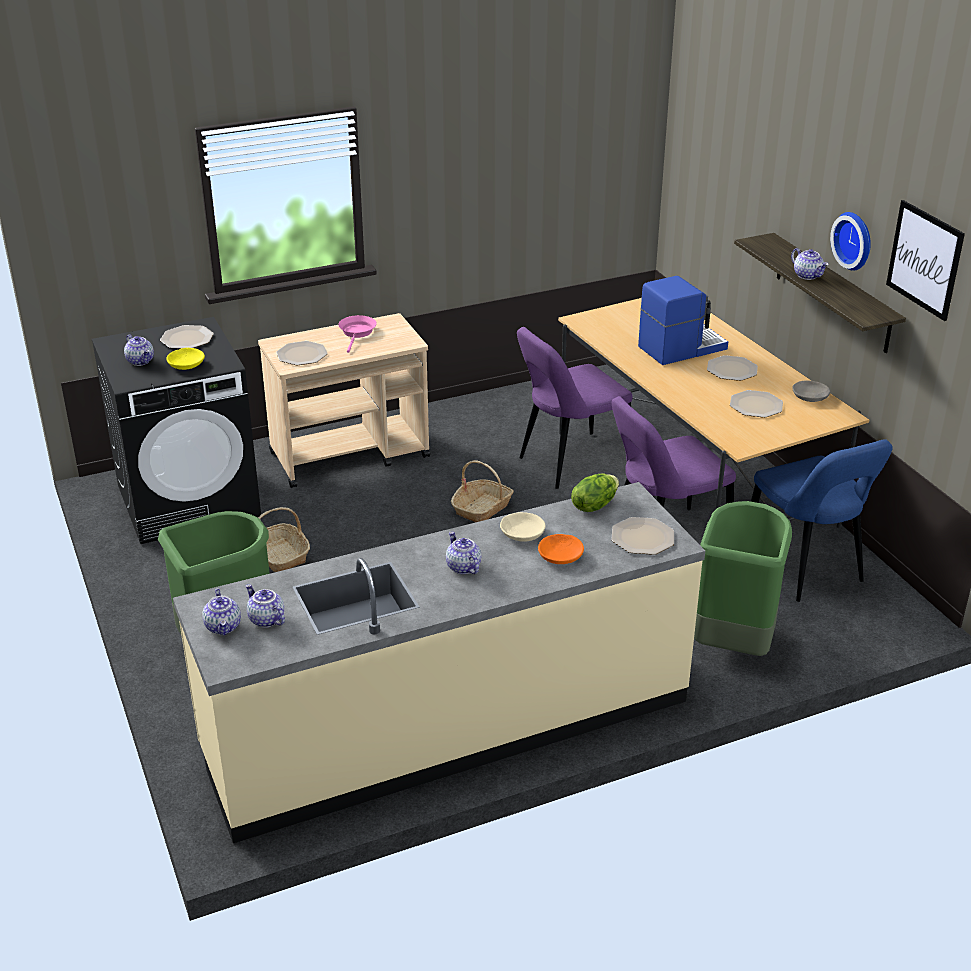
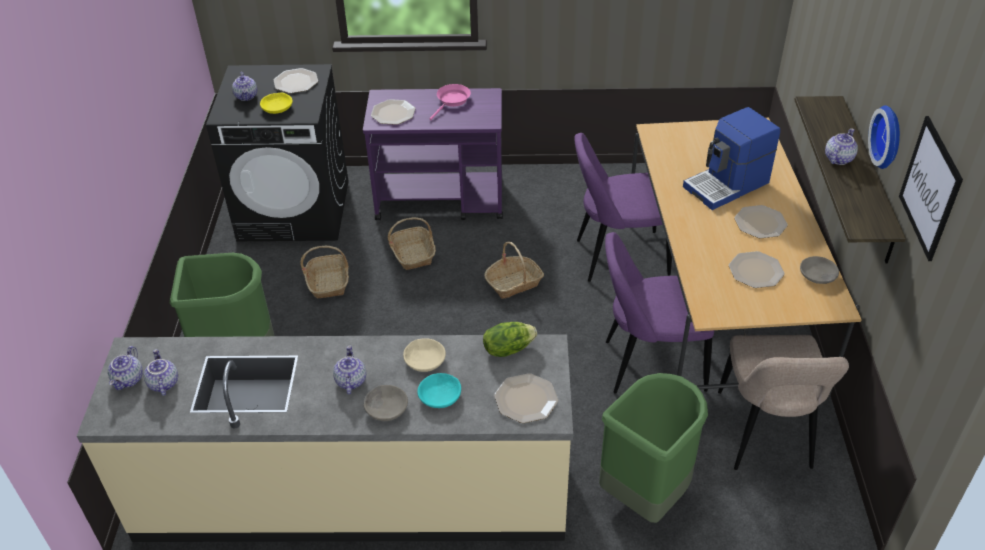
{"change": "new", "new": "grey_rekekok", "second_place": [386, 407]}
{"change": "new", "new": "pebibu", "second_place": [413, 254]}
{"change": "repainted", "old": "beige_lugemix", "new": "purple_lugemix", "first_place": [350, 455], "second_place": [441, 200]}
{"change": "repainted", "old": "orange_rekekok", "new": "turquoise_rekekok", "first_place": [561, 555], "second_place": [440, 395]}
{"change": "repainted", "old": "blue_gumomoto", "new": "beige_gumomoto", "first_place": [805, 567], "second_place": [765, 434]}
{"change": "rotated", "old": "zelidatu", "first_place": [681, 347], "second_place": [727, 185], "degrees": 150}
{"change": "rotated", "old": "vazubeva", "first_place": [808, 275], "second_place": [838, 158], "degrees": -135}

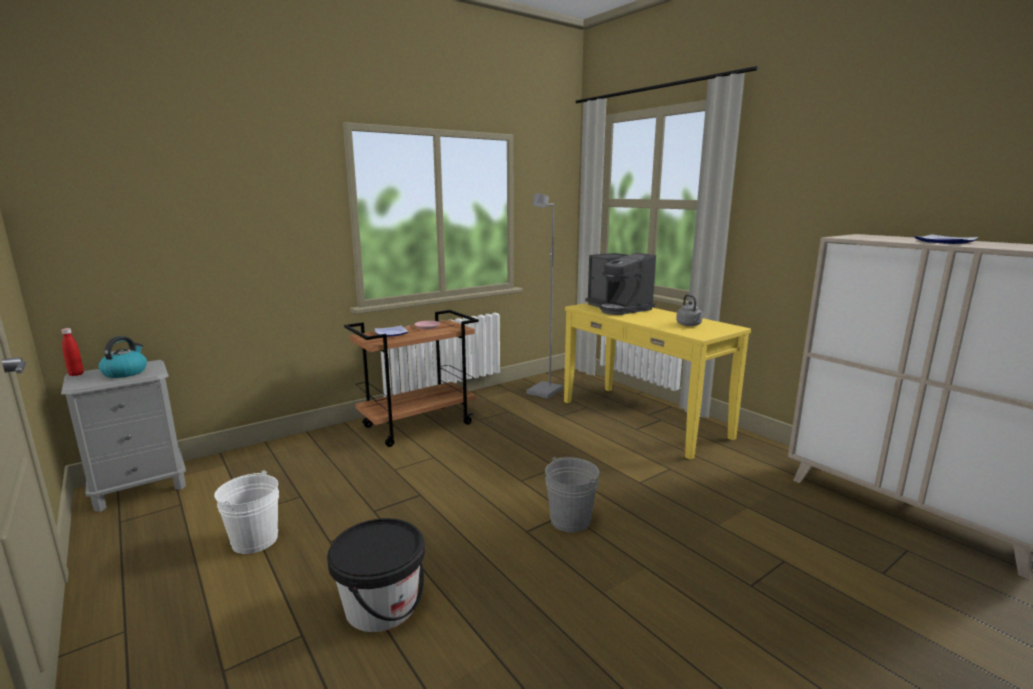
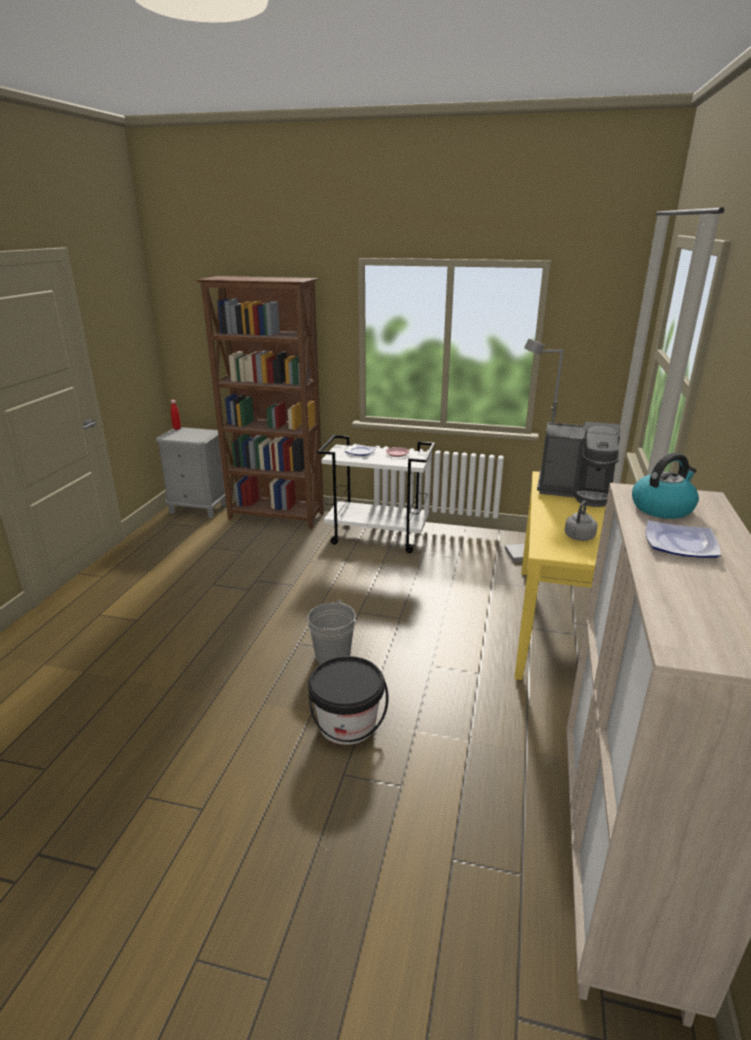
{"change": "gone", "old": "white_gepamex", "first_place": [255, 540]}
{"change": "new", "new": "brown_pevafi", "second_place": [276, 517]}
{"change": "shifted", "old": "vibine", "first_place": [125, 372], "second_place": [662, 508]}
{"change": "shifted", "old": "black_gepamex", "first_place": [381, 605], "second_place": [347, 724]}
{"change": "repainted", "old": "brown_lugemix", "new": "white_lugemix", "first_place": [418, 425], "second_place": [378, 537]}
{"change": "rotated", "old": "zelidatu", "first_place": [618, 308], "second_place": [576, 491], "degrees": -90}

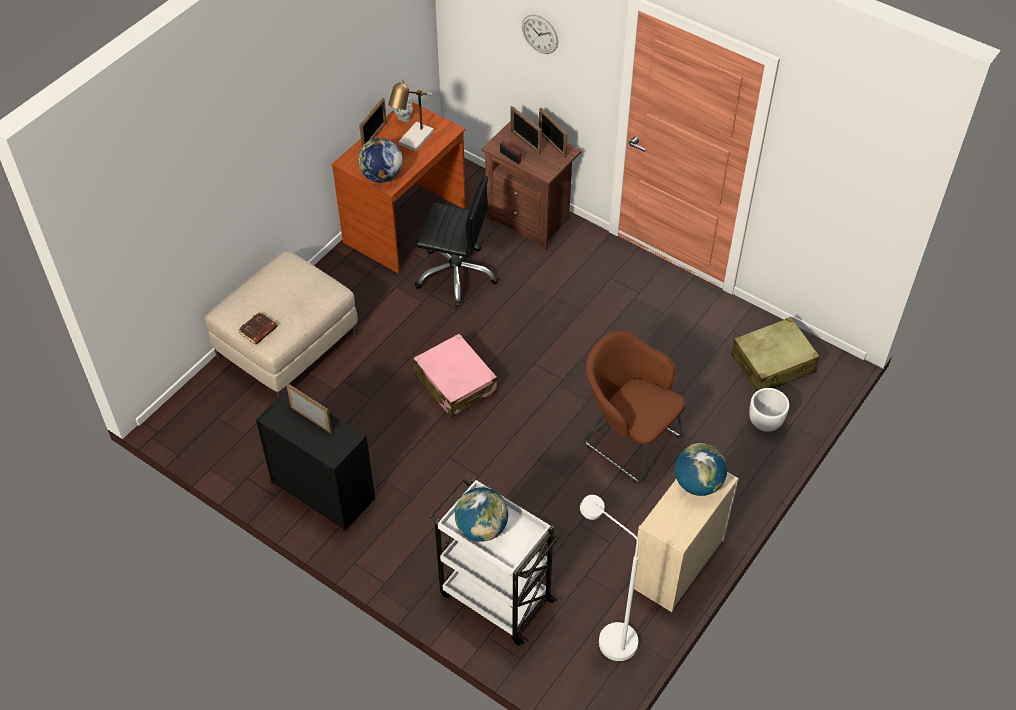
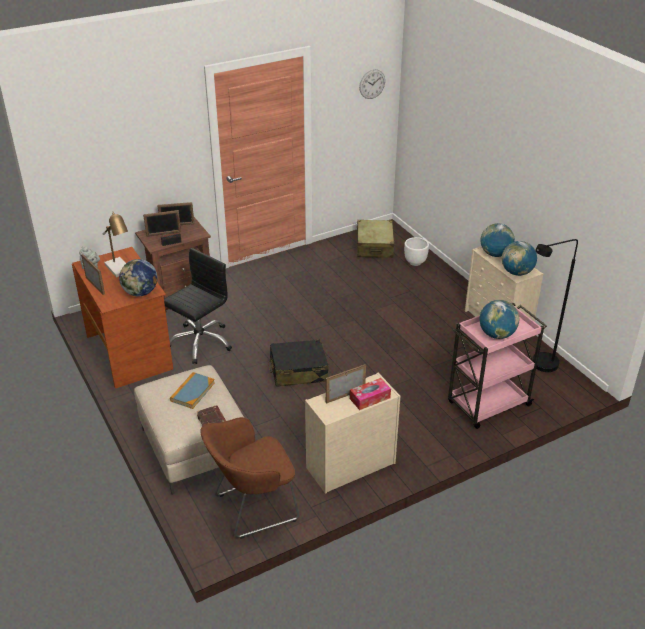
{"change": "new", "new": "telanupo", "second_place": [192, 392]}
{"change": "new", "new": "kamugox", "second_place": [370, 398]}
{"change": "new", "new": "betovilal", "second_place": [516, 272]}
{"change": "shifted", "old": "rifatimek", "first_place": [540, 34], "second_place": [372, 84]}
{"change": "shifted", "old": "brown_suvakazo", "first_place": [628, 439], "second_place": [252, 508]}
{"change": "repainted", "old": "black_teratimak", "new": "beige_teratimak", "first_place": [321, 490], "second_place": [349, 466]}
{"change": "repainted", "old": "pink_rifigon", "new": "black_rifigon", "first_place": [455, 383], "second_place": [298, 371]}
{"change": "repainted", "old": "white_lugemix", "new": "pink_lugemix", "first_place": [494, 596], "second_place": [487, 405]}
{"change": "repainted", "old": "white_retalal", "new": "black_retalal", "first_place": [608, 636], "second_place": [539, 366]}

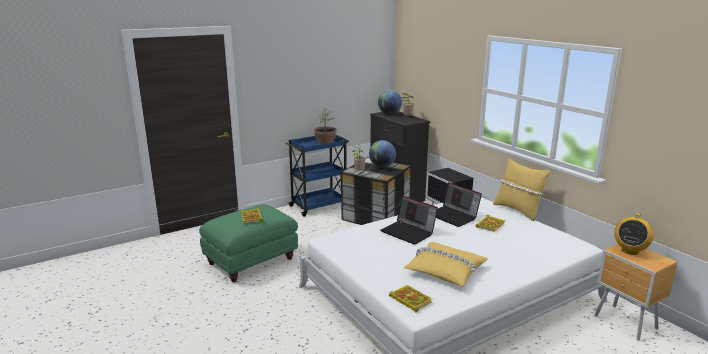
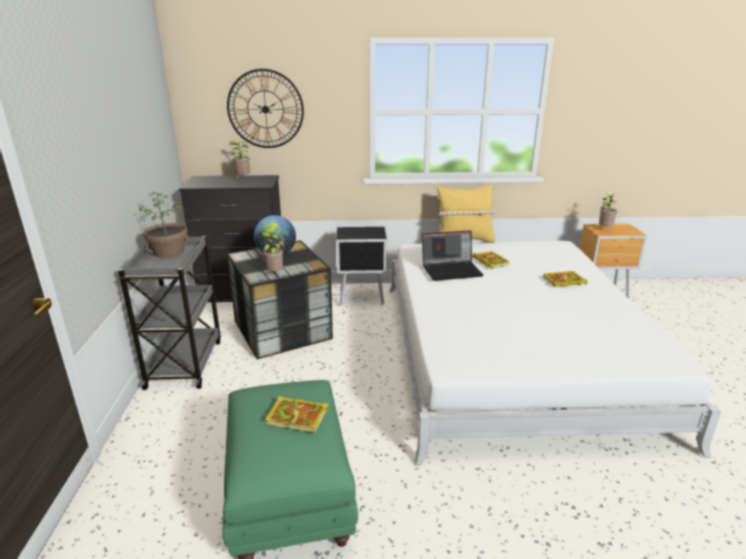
{"change": "gone", "old": "betovilal", "first_place": [389, 114]}
{"change": "gone", "old": "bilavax", "first_place": [409, 232]}
{"change": "gone", "old": "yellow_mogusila", "first_place": [445, 270]}
{"change": "new", "new": "rifatimek", "second_place": [265, 109]}
{"change": "shifted", "old": "telanupo", "first_place": [409, 300], "second_place": [563, 281]}
{"change": "swapped", "old": "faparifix", "new": "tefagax", "first_place": [630, 250], "second_place": [604, 229]}
{"change": "repainted", "old": "blue_lugemix", "new": "grey_lugemix", "first_place": [319, 205], "second_place": [185, 362]}

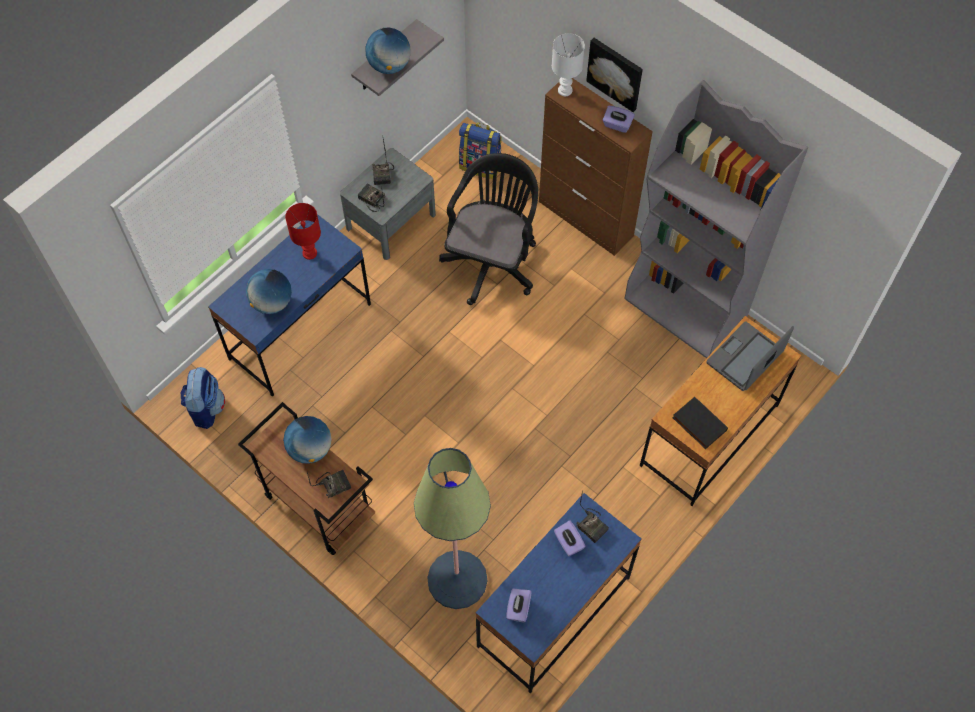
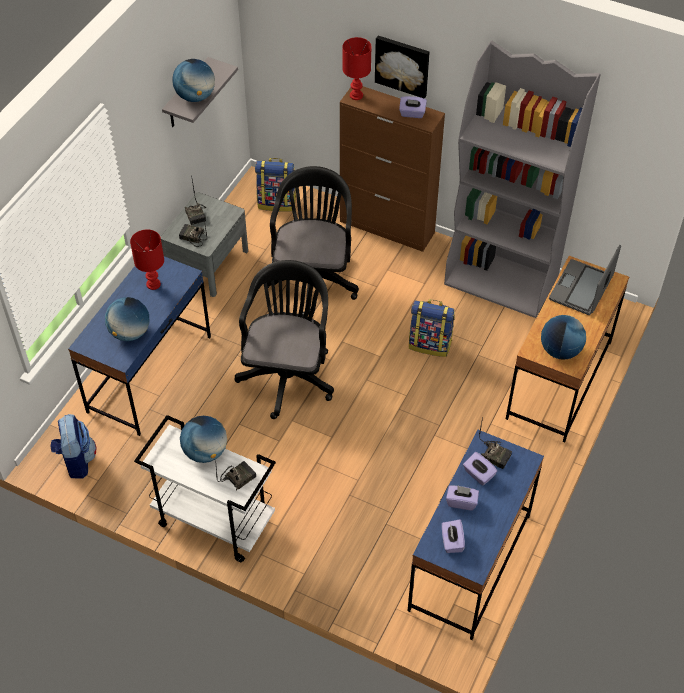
{"change": "gone", "old": "retalal", "first_place": [457, 580]}
{"change": "new", "new": "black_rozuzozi", "second_place": [288, 373]}
{"change": "new", "new": "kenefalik", "second_place": [430, 344]}
{"change": "new", "new": "purple_kamugox", "second_place": [461, 502]}
{"change": "swapped", "old": "black_telanupo", "new": "betovilal", "first_place": [698, 424], "second_place": [560, 350]}
{"change": "repainted", "old": "brown_lugemix", "new": "white_lugemix", "first_place": [317, 505], "second_place": [213, 521]}
{"change": "repainted", "old": "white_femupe", "new": "red_femupe", "first_place": [564, 90], "second_place": [355, 95]}

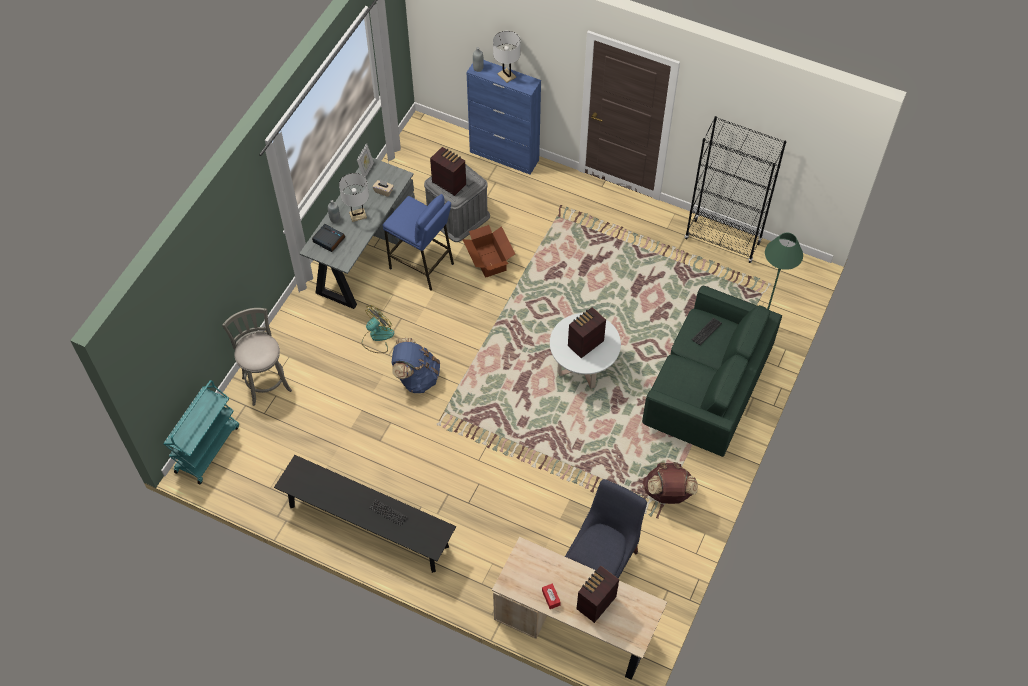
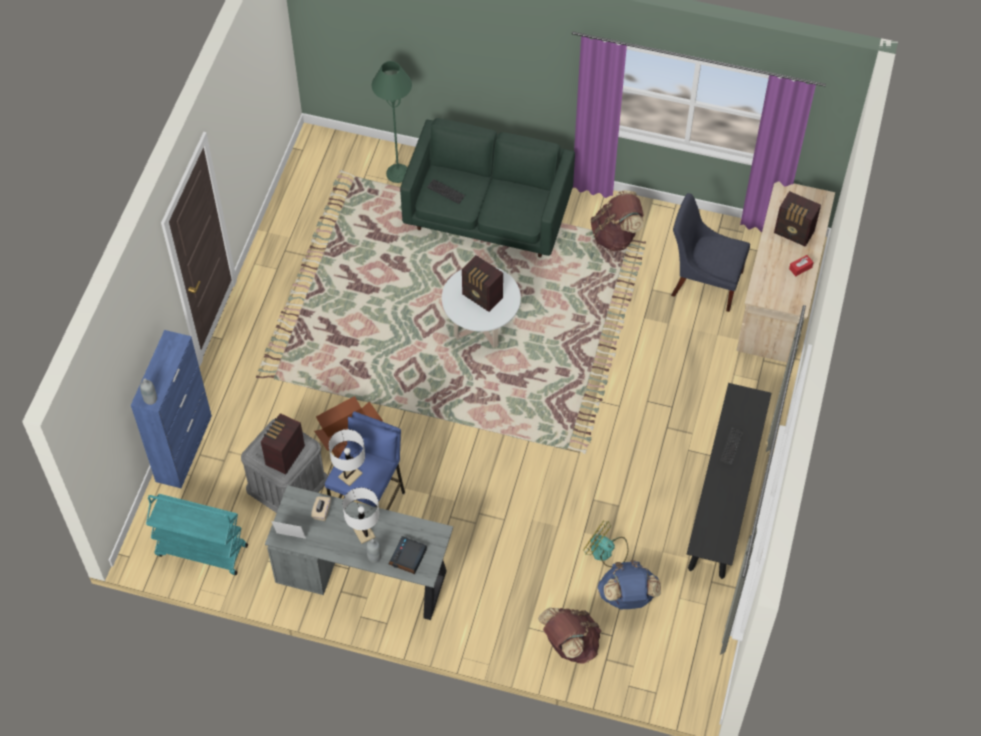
{"change": "gone", "old": "black_pevafi", "first_place": [722, 241]}
{"change": "shifted", "old": "turquoise_lugemix", "first_place": [207, 448], "second_place": [201, 550]}
{"change": "shifted", "old": "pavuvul", "first_place": [377, 337], "second_place": [606, 552]}
{"change": "shifted", "old": "blue_kenefalik", "first_place": [416, 377], "second_place": [627, 597]}
{"change": "shifted", "old": "white_femupe", "first_place": [506, 76], "second_place": [350, 475]}
{"change": "swapped", "old": "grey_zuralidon", "new": "brown_kenefalik", "first_place": [266, 382], "second_place": [569, 644]}

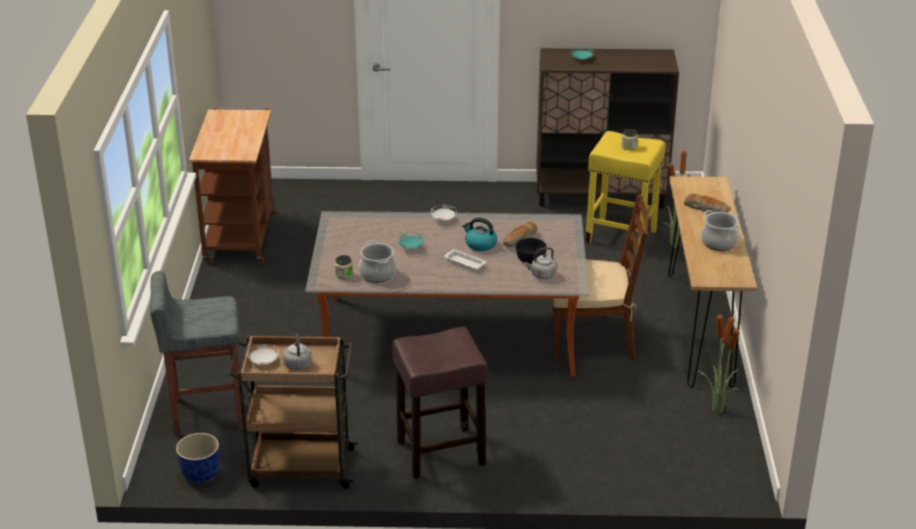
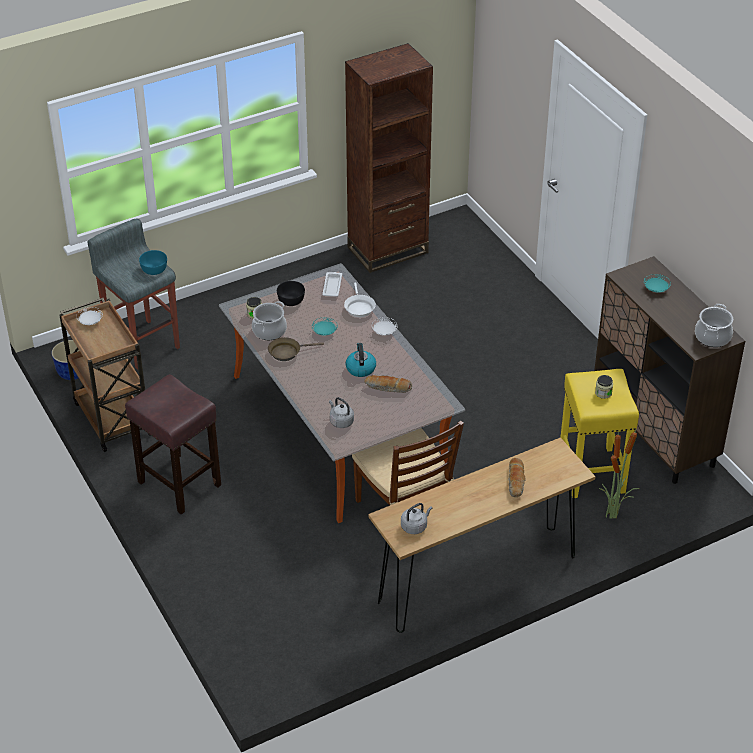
{"change": "gone", "old": "tefagax", "first_place": [716, 409]}
{"change": "new", "new": "turquoise_rekekok", "second_place": [154, 269]}
{"change": "new", "new": "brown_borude", "second_place": [287, 352]}
{"change": "new", "new": "white_borude", "second_place": [359, 307]}
{"change": "shifted", "old": "grey_vibine", "first_place": [297, 364], "second_place": [415, 526]}
{"change": "shifted", "old": "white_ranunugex", "first_place": [464, 262], "second_place": [332, 286]}
{"change": "shifted", "old": "black_rekekok", "first_place": [530, 258], "second_place": [291, 300]}
{"change": "shifted", "old": "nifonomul", "first_place": [718, 242], "second_place": [712, 337]}
{"change": "swapped", "old": "brown_lugemix", "new": "brown_pevafi", "first_place": [241, 234], "second_place": [388, 250]}

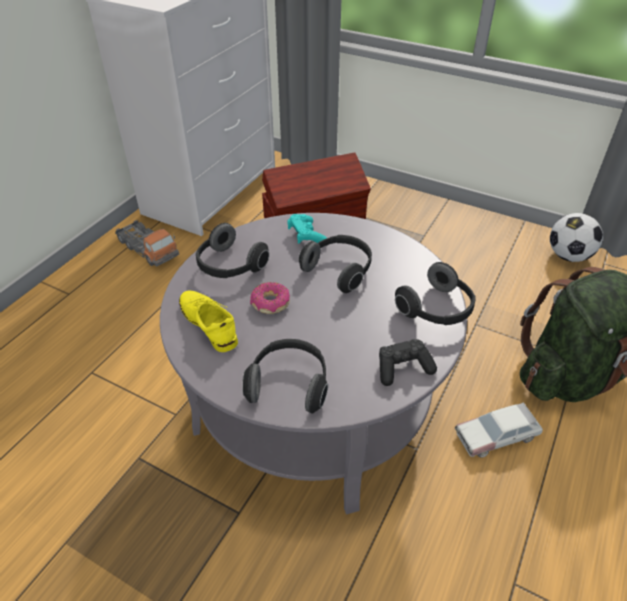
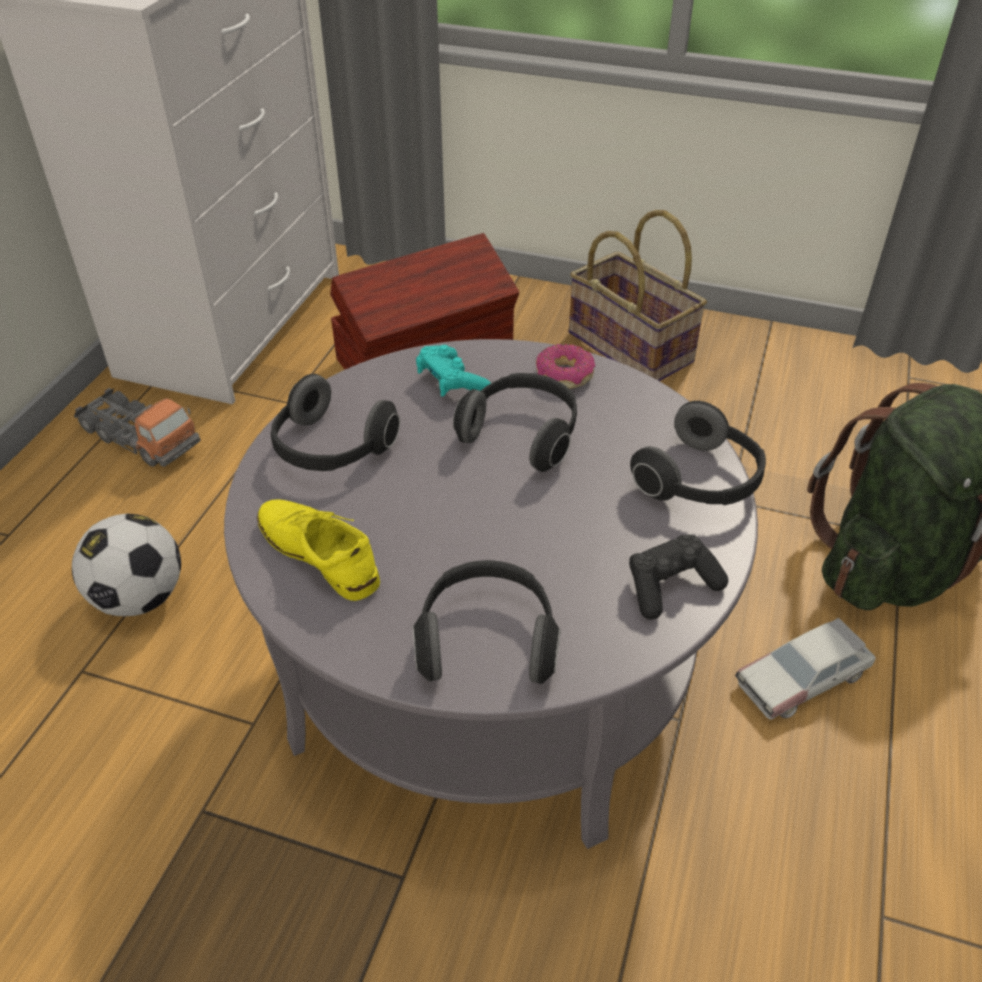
{"change": "new", "new": "pebibu", "second_place": [632, 347]}
{"change": "shifted", "old": "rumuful", "first_place": [270, 303], "second_place": [564, 375]}
{"change": "shifted", "old": "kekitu", "first_place": [568, 256], "second_place": [140, 598]}

